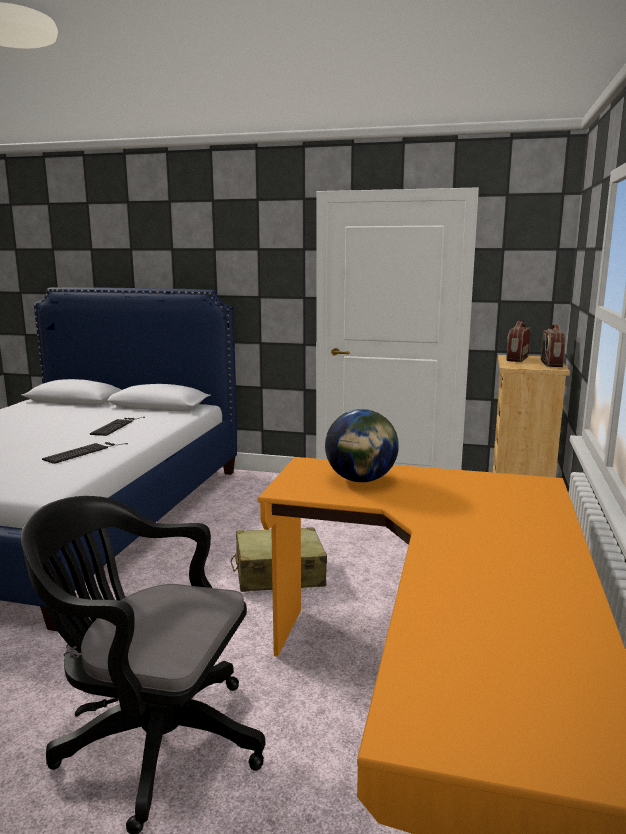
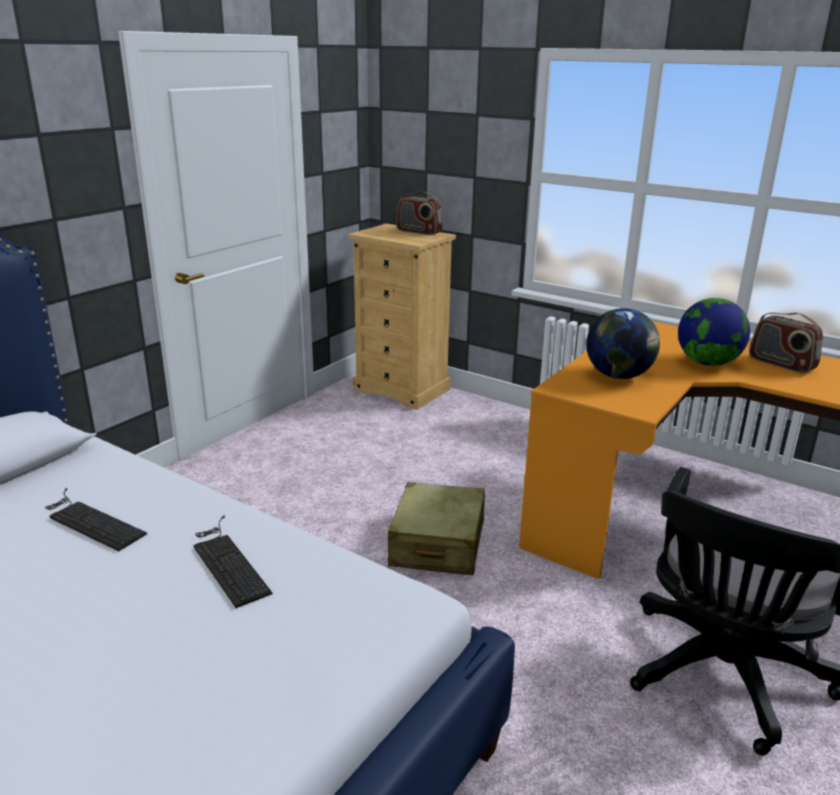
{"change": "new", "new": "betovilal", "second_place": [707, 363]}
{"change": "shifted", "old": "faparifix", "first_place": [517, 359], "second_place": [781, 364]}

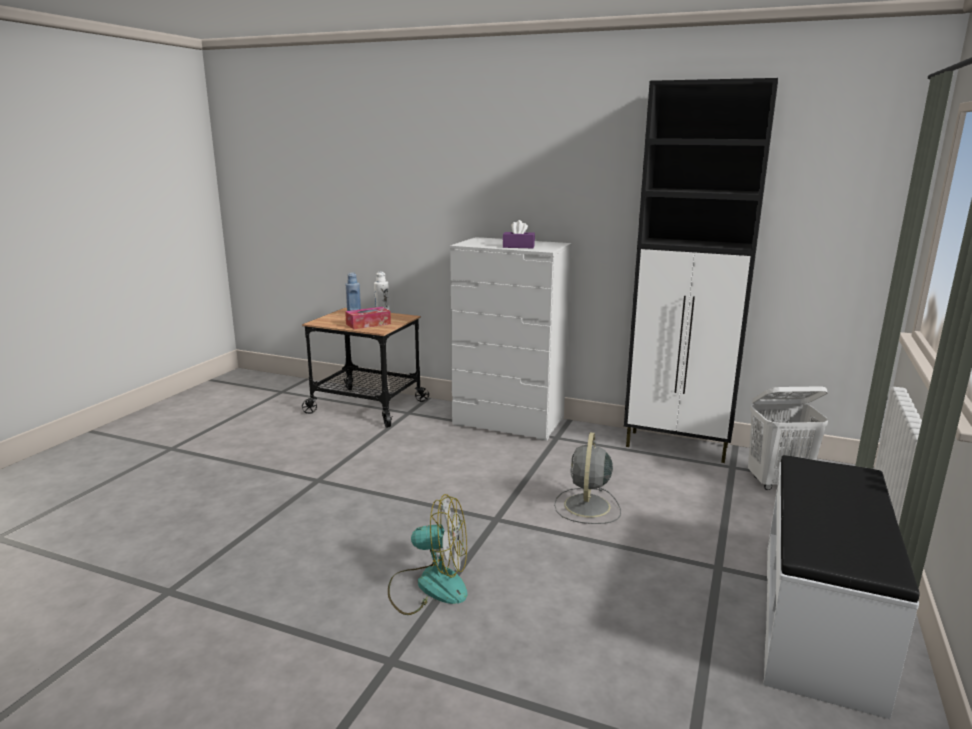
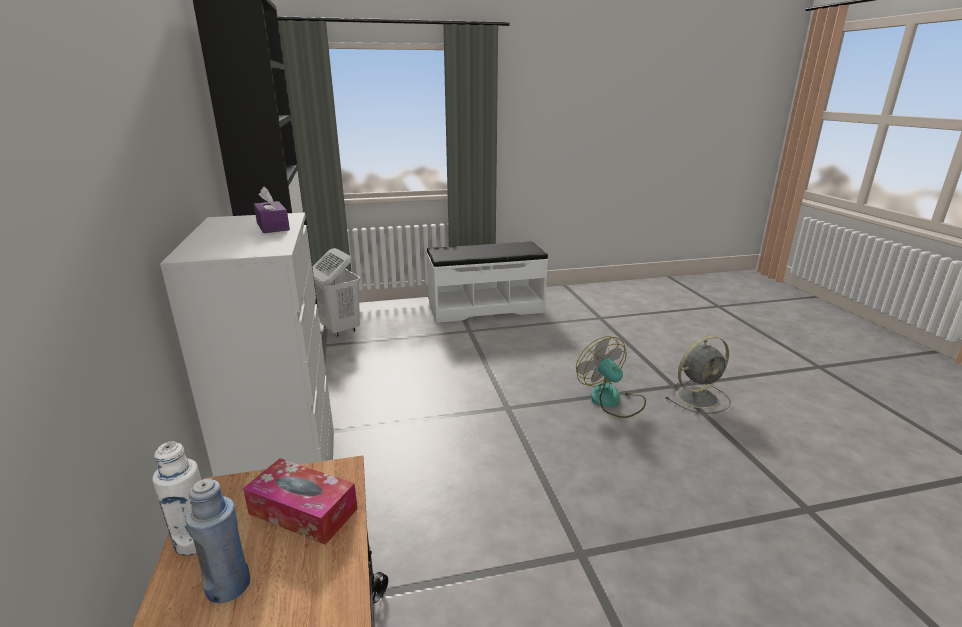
{"change": "shifted", "old": "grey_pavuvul", "first_place": [587, 507], "second_place": [699, 397]}

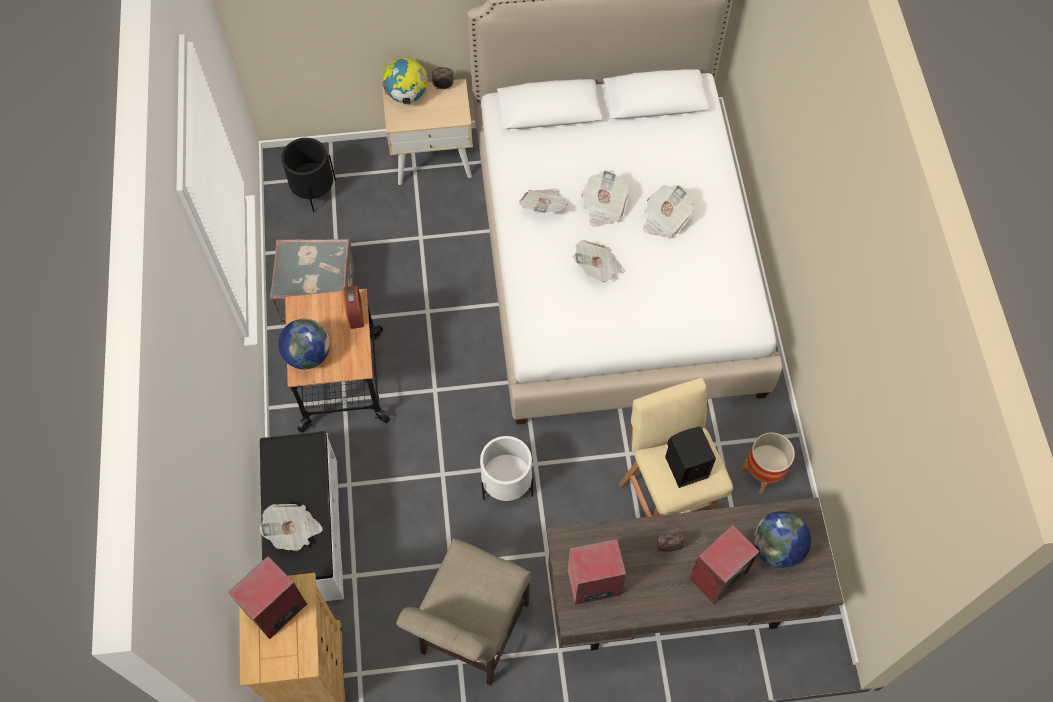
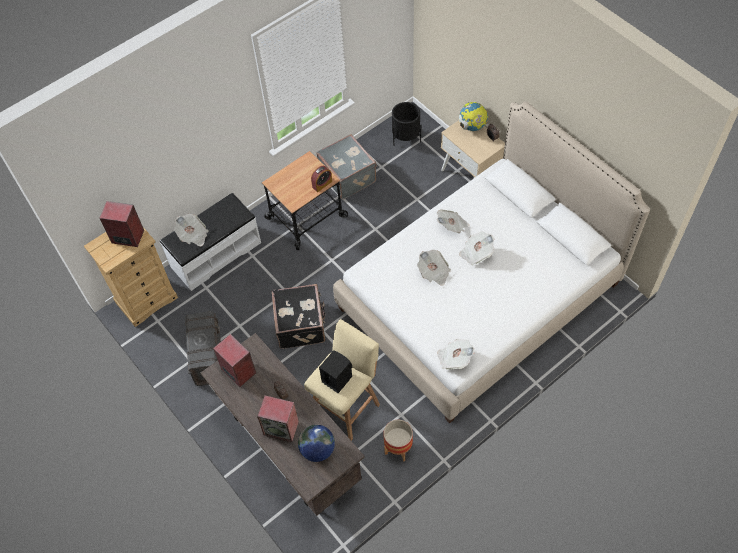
{"change": "gone", "old": "betovilal", "first_place": [308, 355]}
{"change": "shifted", "old": "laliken", "first_place": [664, 219], "second_place": [454, 358]}
{"change": "swapped", "old": "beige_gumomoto", "new": "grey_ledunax", "first_place": [471, 634], "second_place": [208, 357]}
{"change": "swapped", "old": "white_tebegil", "new": "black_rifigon", "first_place": [507, 484], "second_place": [301, 324]}

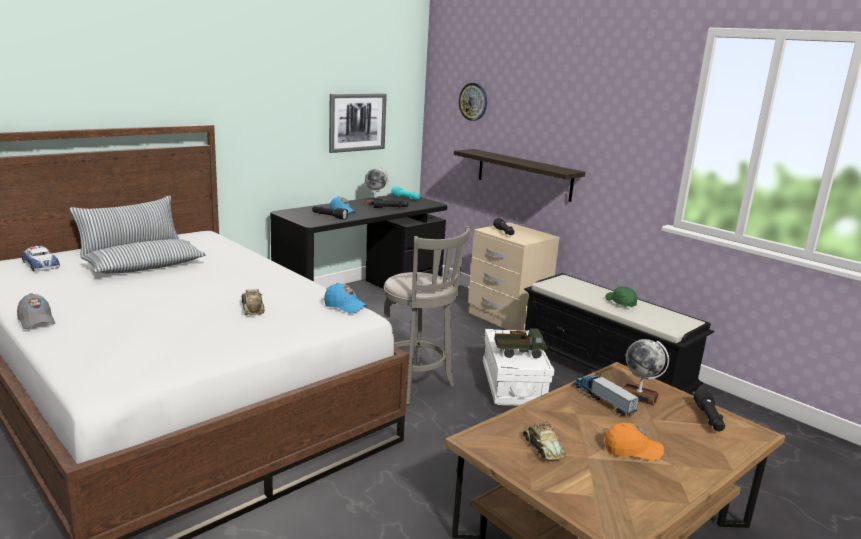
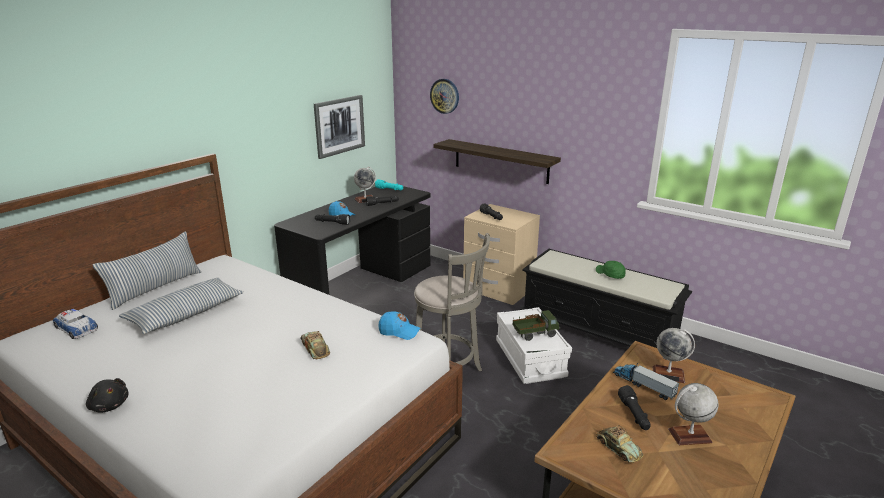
{"change": "shifted", "old": "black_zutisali", "first_place": [709, 419], "second_place": [634, 415]}
{"change": "swapped", "old": "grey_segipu", "new": "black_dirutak", "first_place": [36, 321], "second_place": [109, 405]}
{"change": "swapped", "old": "orange_segipu", "new": "betovilal", "first_place": [632, 450], "second_place": [689, 436]}

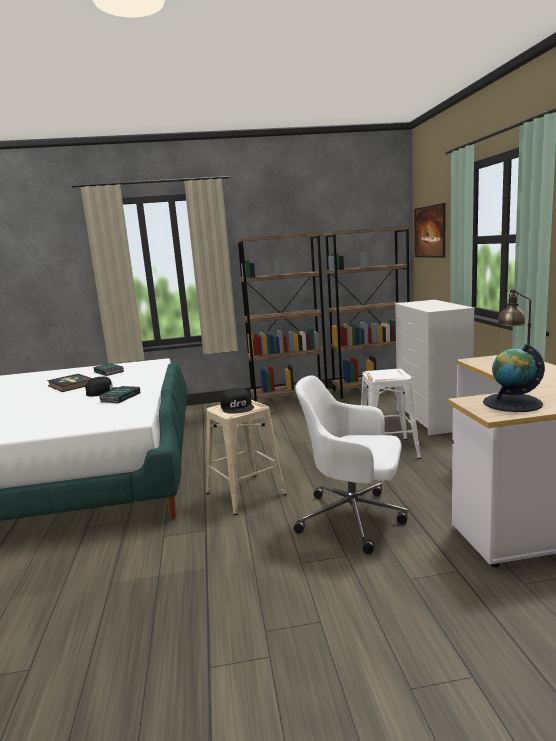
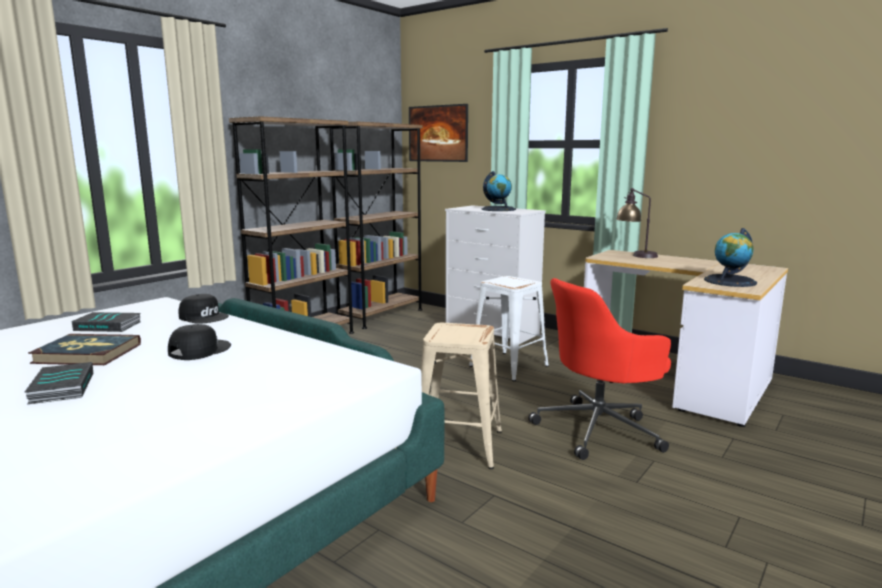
{"change": "new", "new": "betovilal", "second_place": [498, 209]}
{"change": "shifted", "old": "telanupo", "first_place": [120, 397], "second_place": [61, 388]}
{"change": "shifted", "old": "black_segipu", "first_place": [238, 407], "second_place": [204, 317]}
{"change": "repainted", "old": "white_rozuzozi", "new": "red_rozuzozi", "first_place": [354, 518], "second_place": [599, 429]}

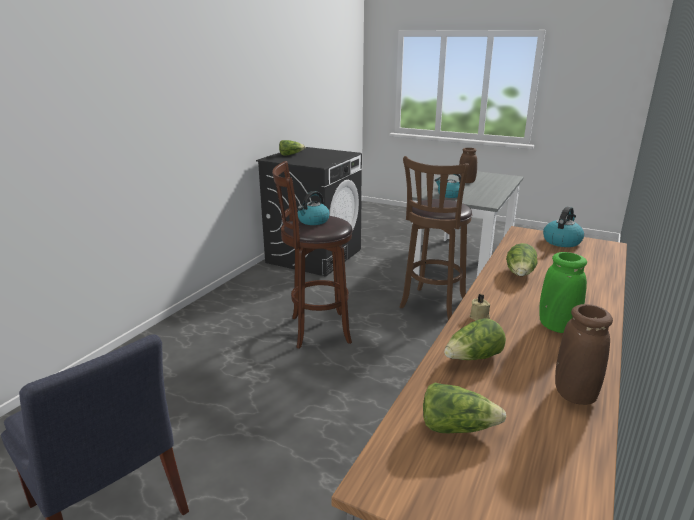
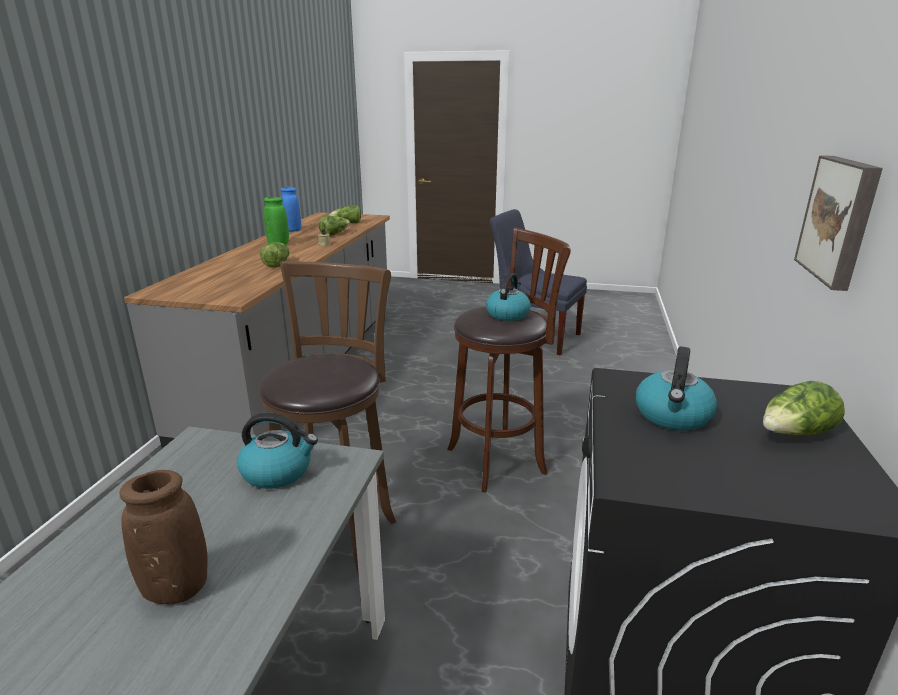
{"change": "new", "new": "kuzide", "second_place": [840, 220]}
{"change": "shifted", "old": "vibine", "first_place": [561, 241], "second_place": [673, 416]}
{"change": "repainted", "old": "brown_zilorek", "new": "blue_zilorek", "first_place": [574, 394], "second_place": [293, 230]}

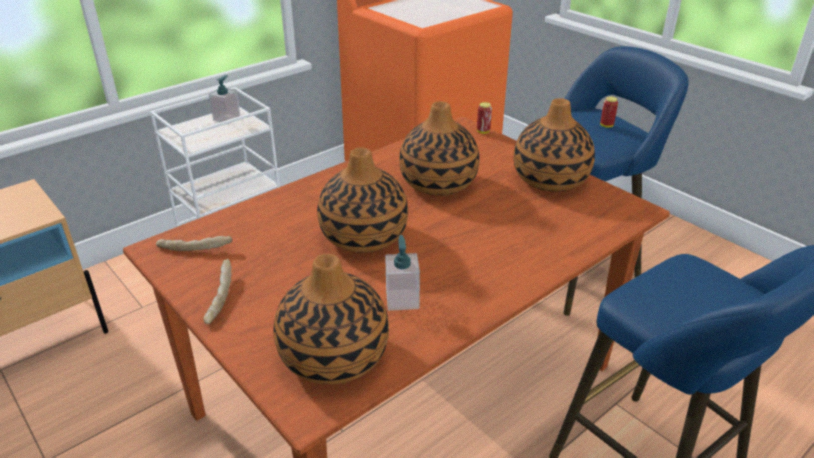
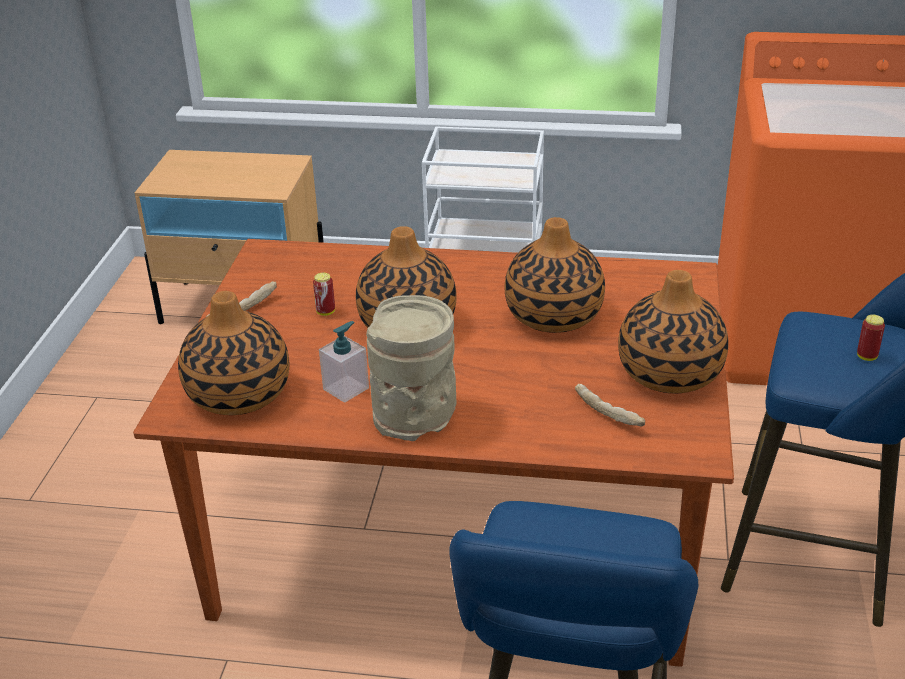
{"change": "gone", "old": "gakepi", "first_place": [227, 119]}
{"change": "new", "new": "beige_zilorek", "second_place": [416, 418]}
{"change": "shifted", "old": "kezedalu", "first_place": [195, 248], "second_place": [608, 412]}
{"change": "shifted", "old": "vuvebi", "first_place": [483, 131], "second_place": [325, 312]}

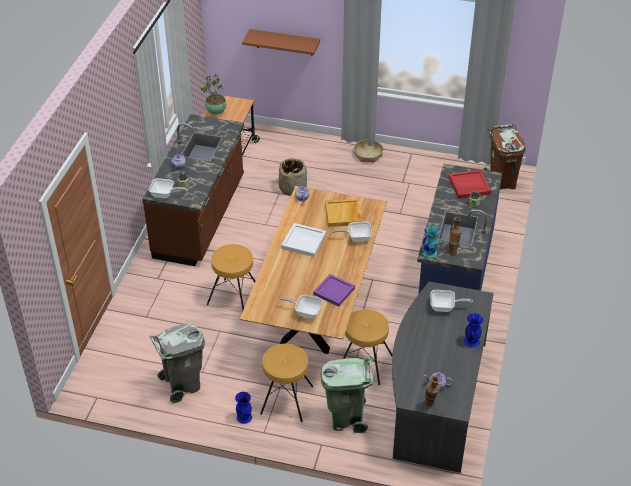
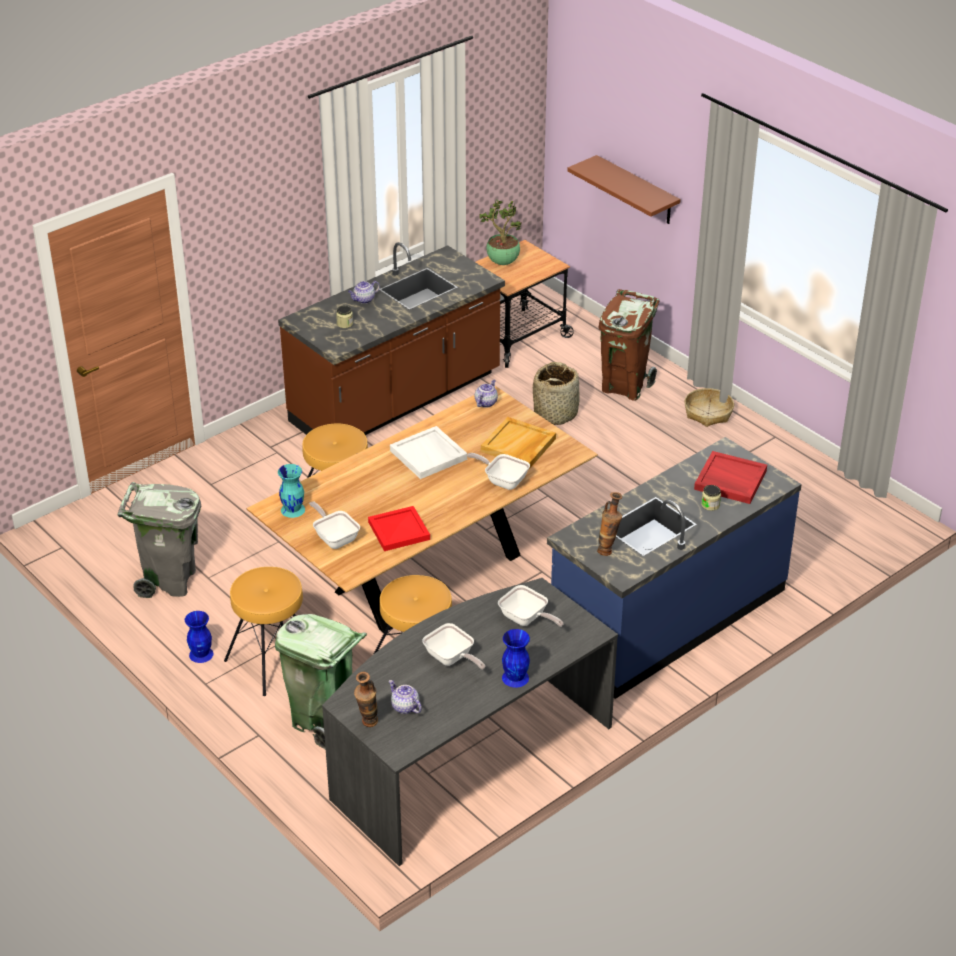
{"change": "shifted", "old": "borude", "first_place": [165, 195], "second_place": [451, 659]}
{"change": "shifted", "old": "turquoise_zilorek", "first_place": [429, 252], "second_place": [293, 509]}
{"change": "shifted", "old": "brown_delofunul", "first_place": [501, 182], "second_place": [624, 386]}
{"change": "repainted", "old": "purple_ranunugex", "new": "red_ranunugex", "first_place": [334, 291], "second_place": [399, 530]}

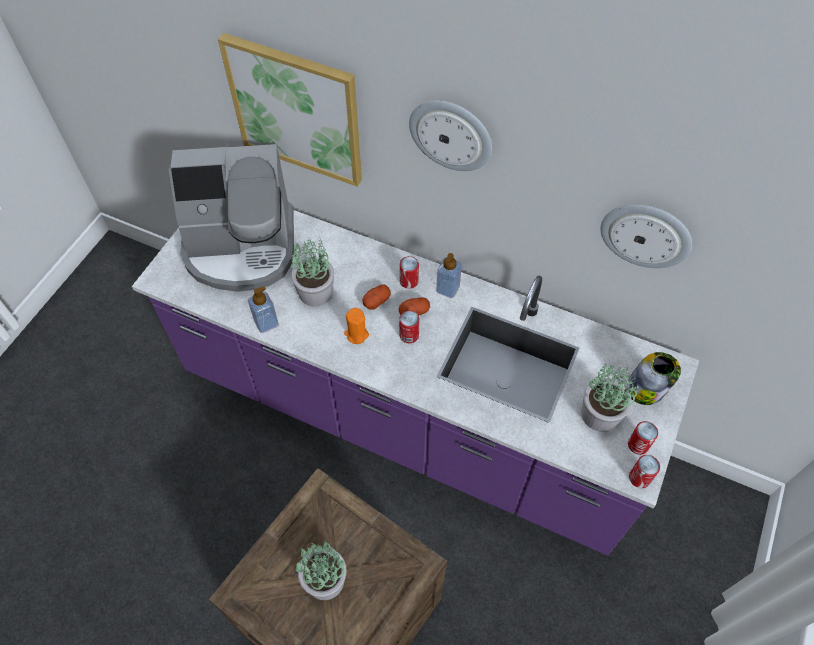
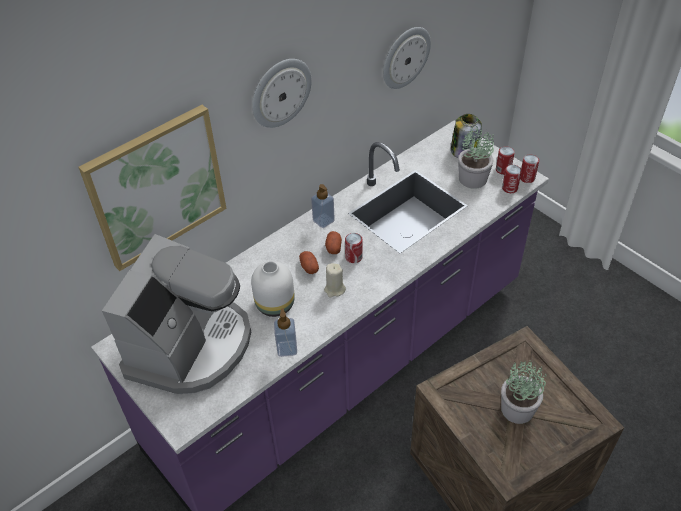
{"change": "shifted", "old": "vuvebi", "first_place": [409, 281], "second_place": [510, 188]}
{"change": "swapped", "old": "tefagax", "new": "white_zilorek", "first_place": [316, 292], "second_place": [276, 304]}
{"change": "repainted", "old": "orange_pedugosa", "new": "beige_pedugosa", "first_place": [356, 334], "second_place": [334, 289]}

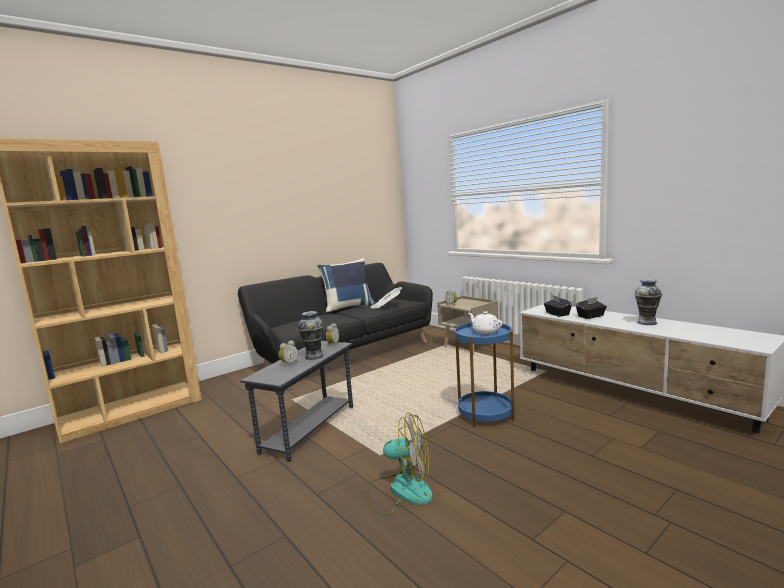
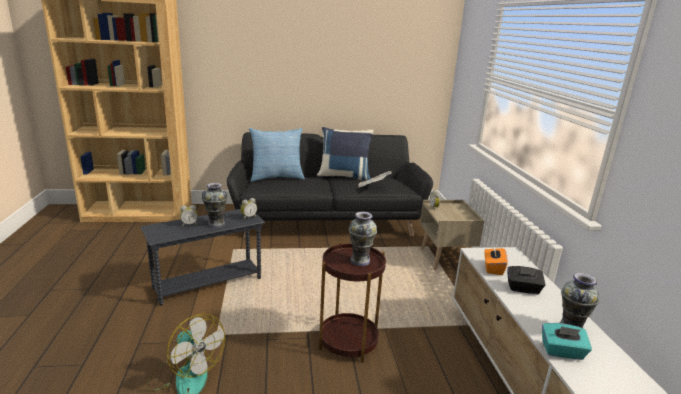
{"change": "new", "new": "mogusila", "second_place": [276, 177]}
{"change": "new", "new": "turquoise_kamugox", "second_place": [562, 352]}
{"change": "swapped", "old": "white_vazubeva", "new": "zilorek", "first_place": [485, 331], "second_place": [359, 261]}
{"change": "repainted", "old": "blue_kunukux", "new": "brown_kunukux", "first_place": [485, 414], "second_place": [348, 341]}
{"change": "repainted", "old": "black_kamugox", "new": "orange_kamugox", "first_place": [557, 314], "second_place": [493, 268]}

